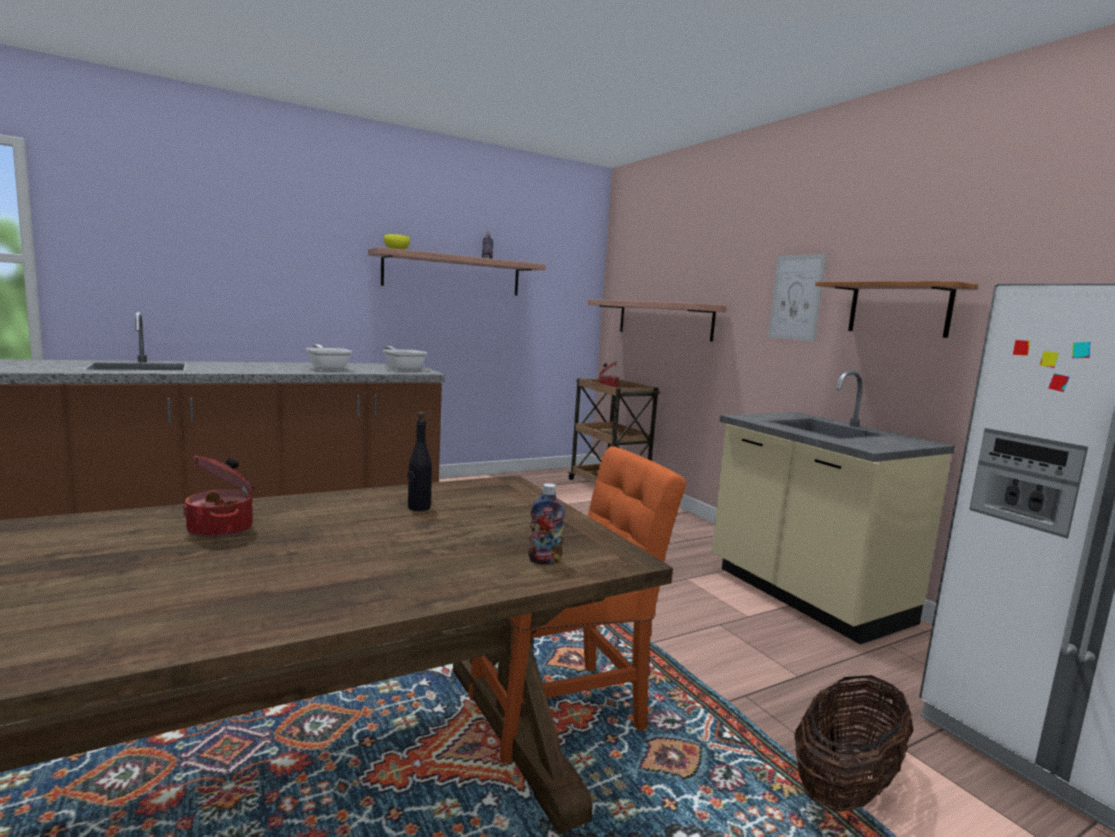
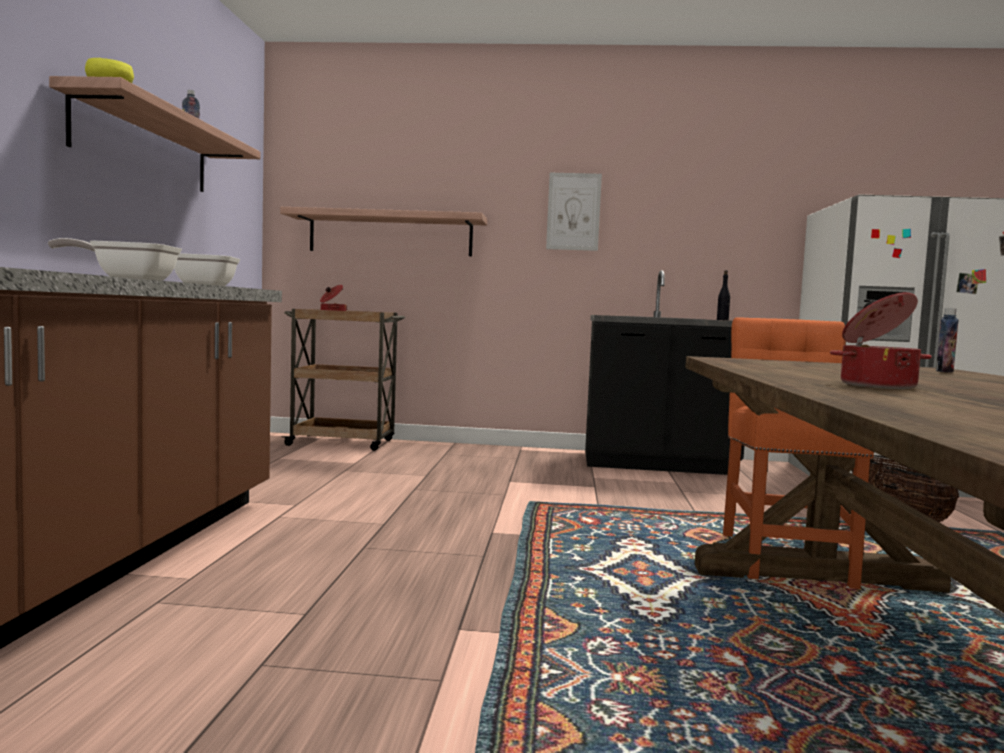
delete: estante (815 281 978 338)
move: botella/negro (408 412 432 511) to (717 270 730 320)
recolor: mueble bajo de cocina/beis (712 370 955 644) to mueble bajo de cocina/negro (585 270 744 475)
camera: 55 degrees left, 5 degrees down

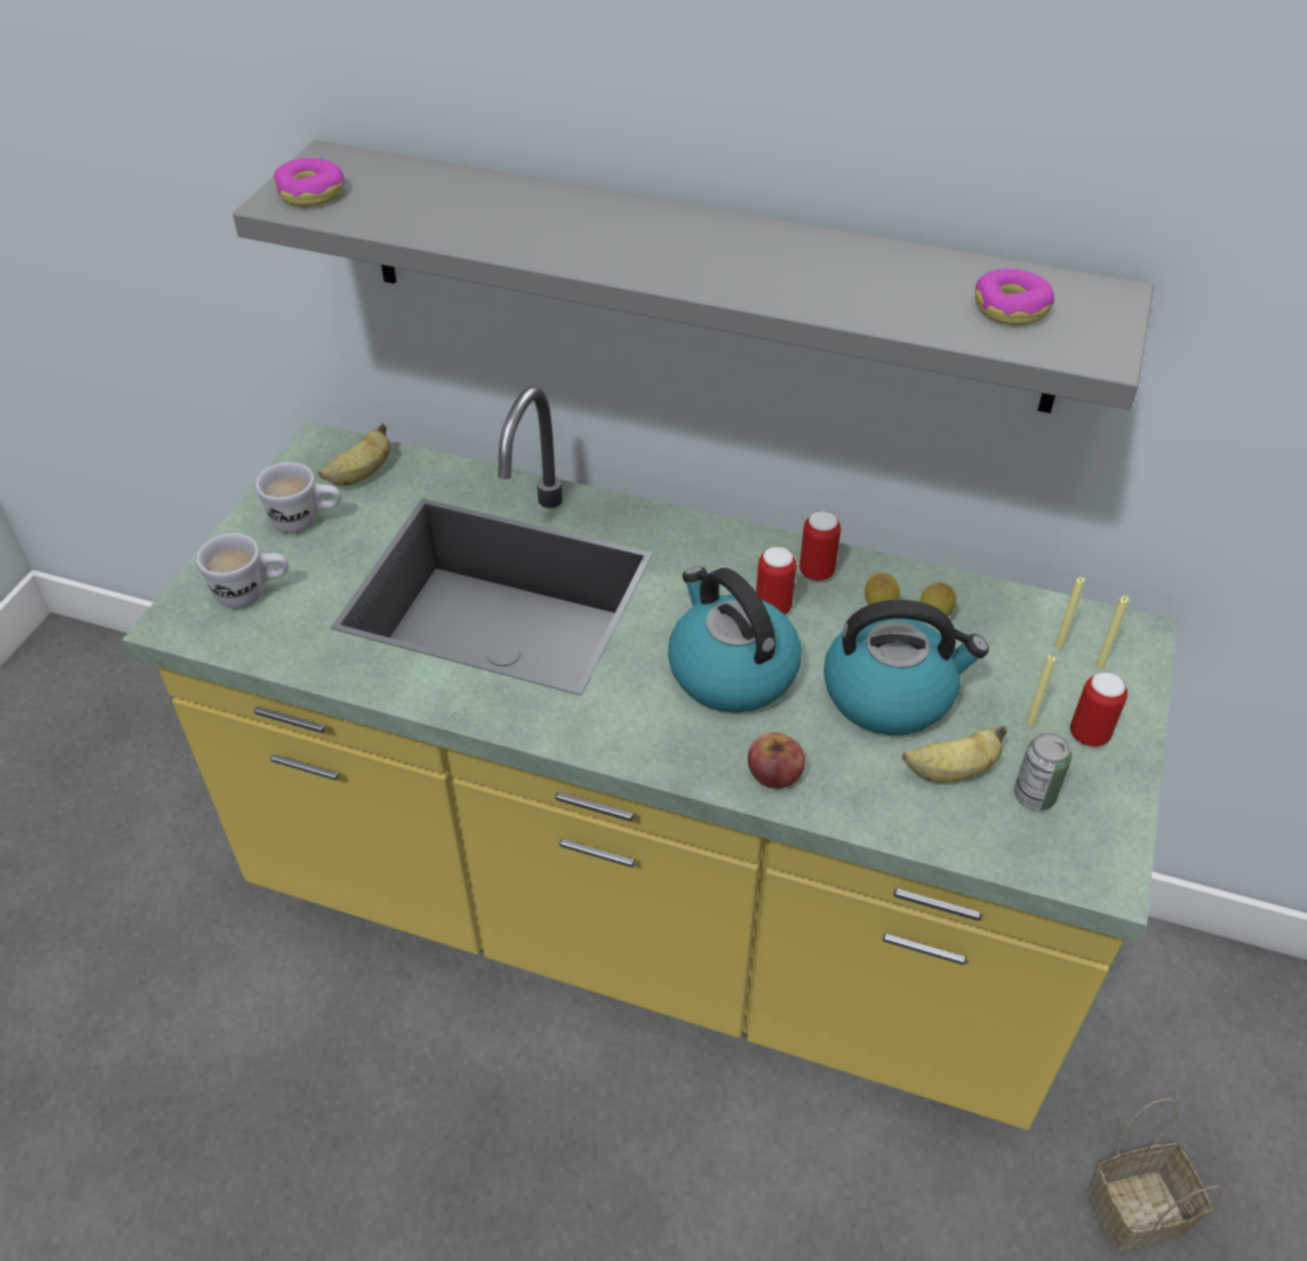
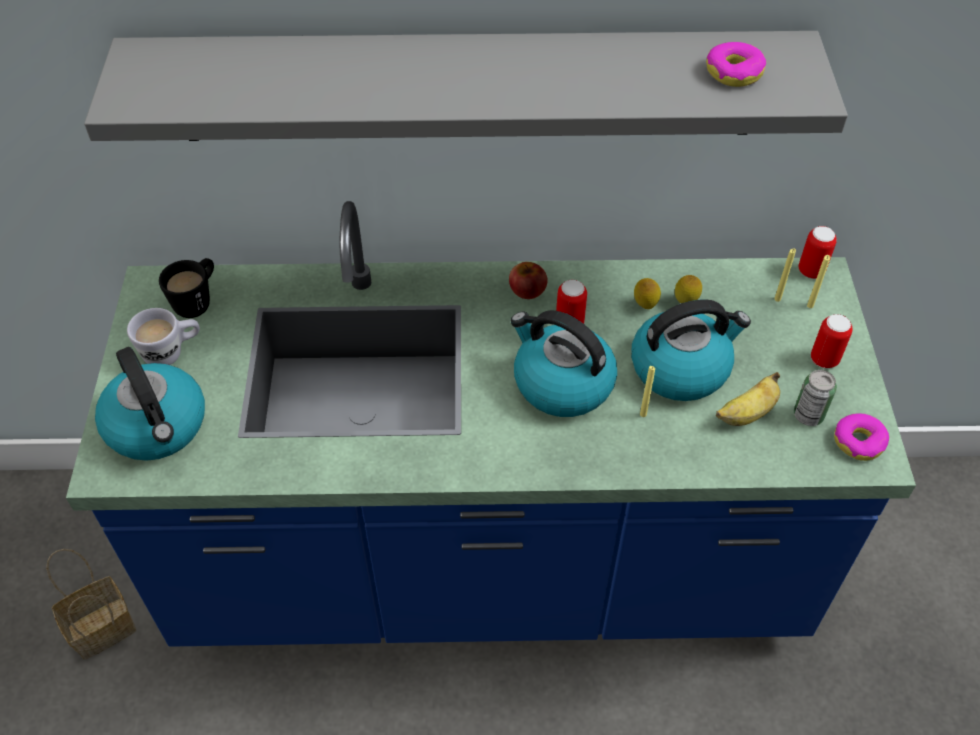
move: rosquilla (273 158 344 206) to (834 413 889 461); manzana (748 732 805 789) to (509 262 548 299); lata (799 511 841 581) to (798 226 837 279); vela/amarillo (1026 655 1056 727) to (640 366 655 417); cesta (1087 1098 1222 1253) to (46 549 136 660)
replace: taza grande/blanco (196 533 288 609) to hervidor (95 347 205 461); plátano (318 423 390 486) to taza grande/negro (159 258 214 318)
recolor: mueble bajo de cocina/amarillo (122 386 1177 1130) to mueble bajo de cocina/azul (66 201 916 647)
camera: 20 degrees left, 5 degrees up

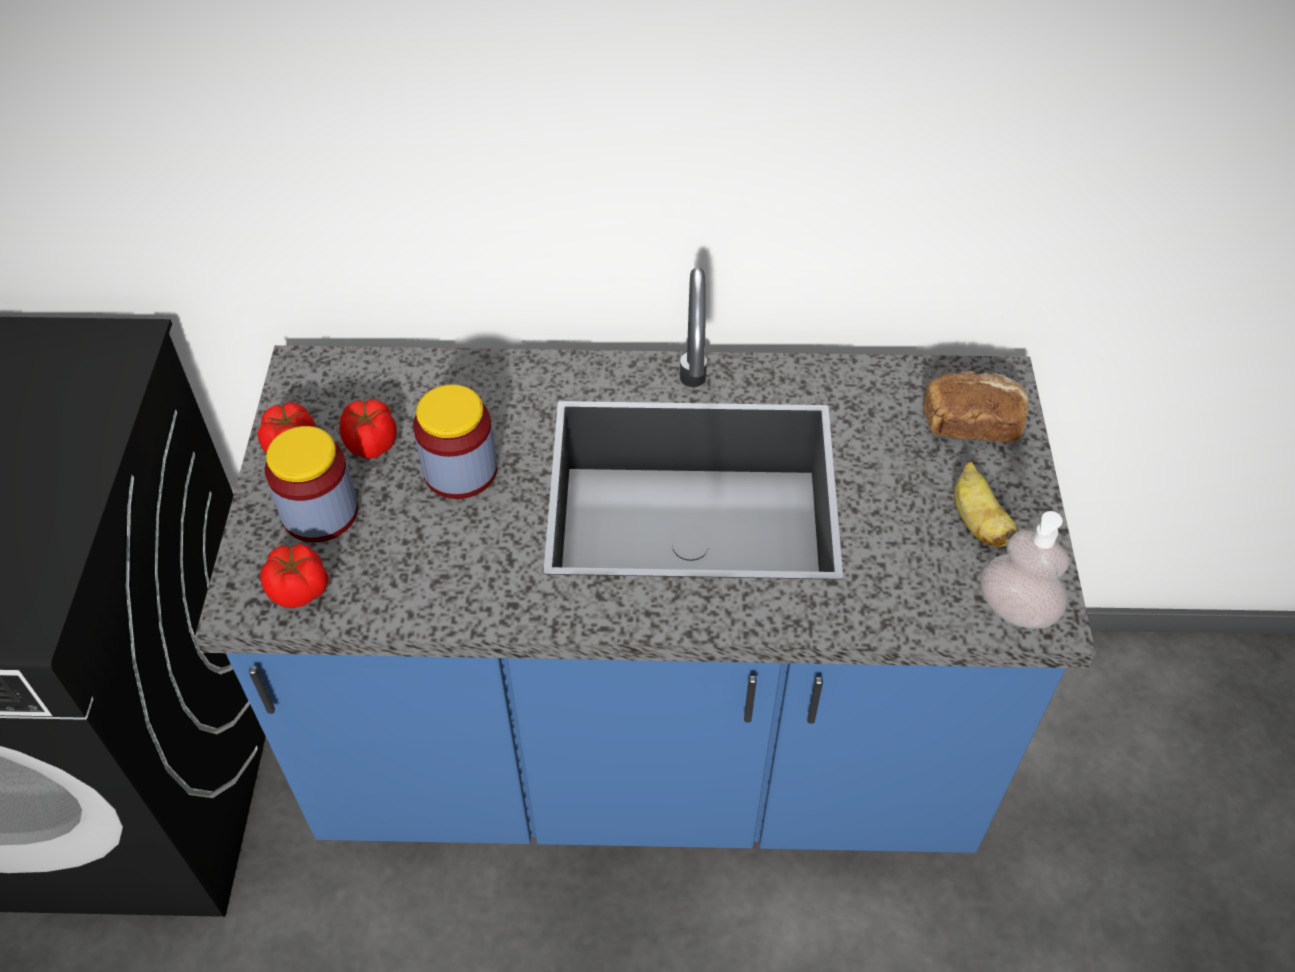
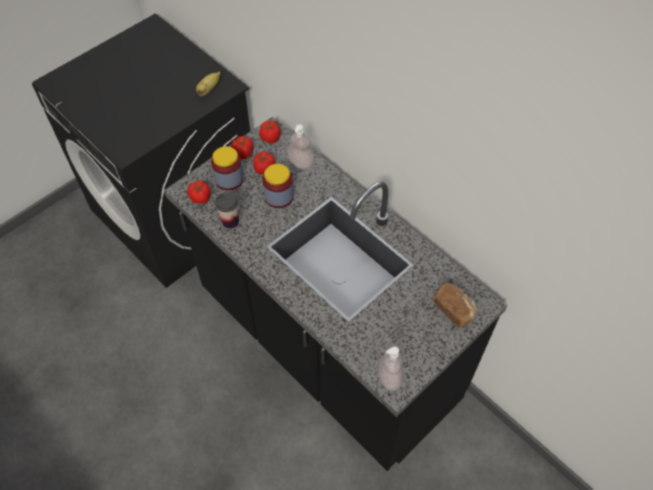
insert: taza (215 192 239 229); tomate (259 121 280 143); dispensador de jabón (287 124 315 169)
move: plátano (954 462 1019 547) to (196 72 221 97)
recolor: mueble bajo de cocina/azul (195 268 1096 853) to mueble bajo de cocina/negro (164 117 508 471)
camera: 45 degrees right, 5 degrees up

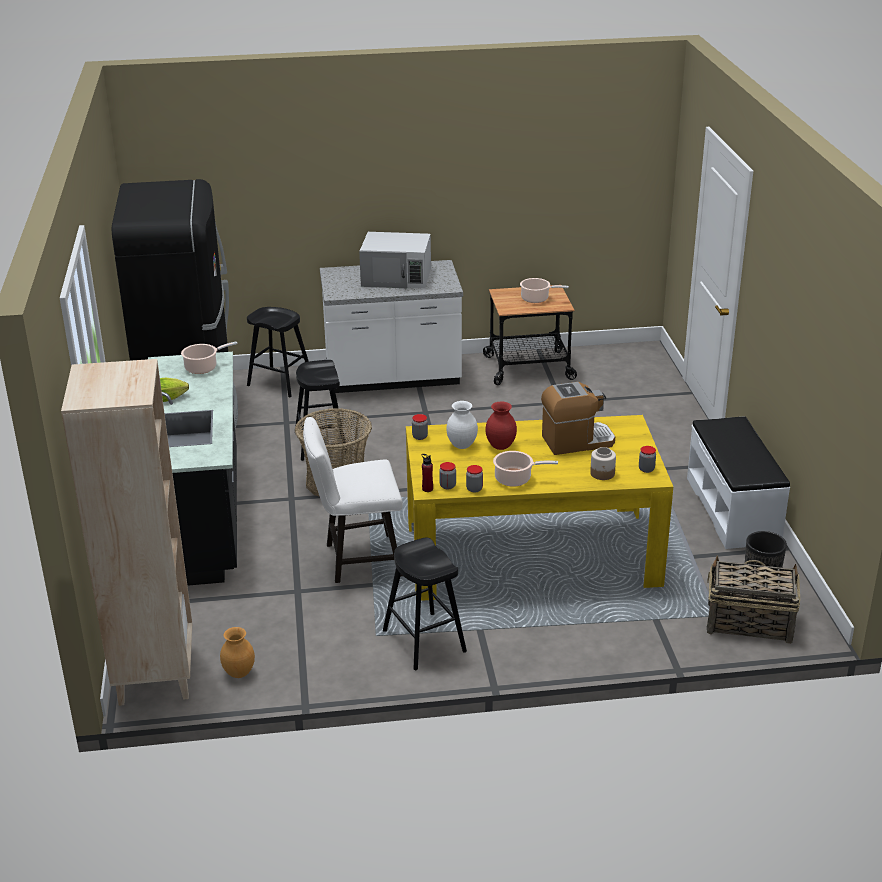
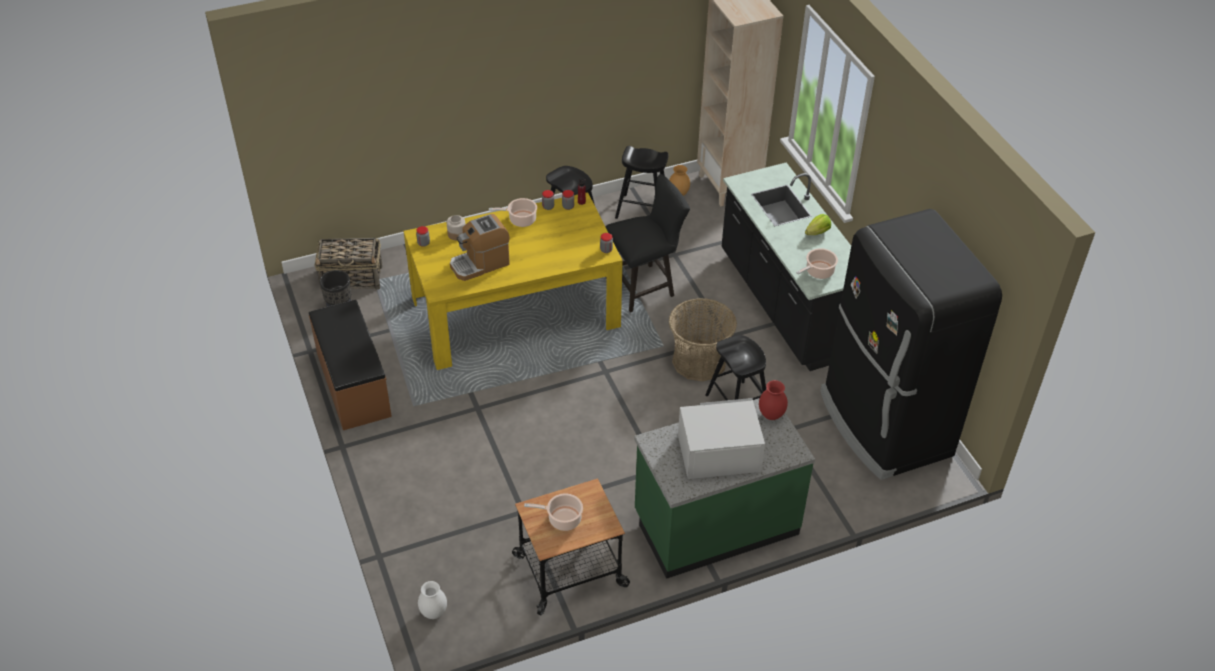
move: taburete/negro (247 307 309 397) to (615 146 668 219); florero/blanco (446 401 478 449) to (418 581 447 619); florero/rojo (486 402 517 450) to (759 380 788 420)
recolor: silla/blanco (303 417 403 583) to silla/negro (606 174 690 313); mueble bajo de cocina/blanco (320 260 463 393) to mueble bajo de cocina/verde (634 398 815 579); banco/blanco (687 417 790 549) to banco/marrón (309 300 392 430)
camera: 165 degrees right, 15 degrees up

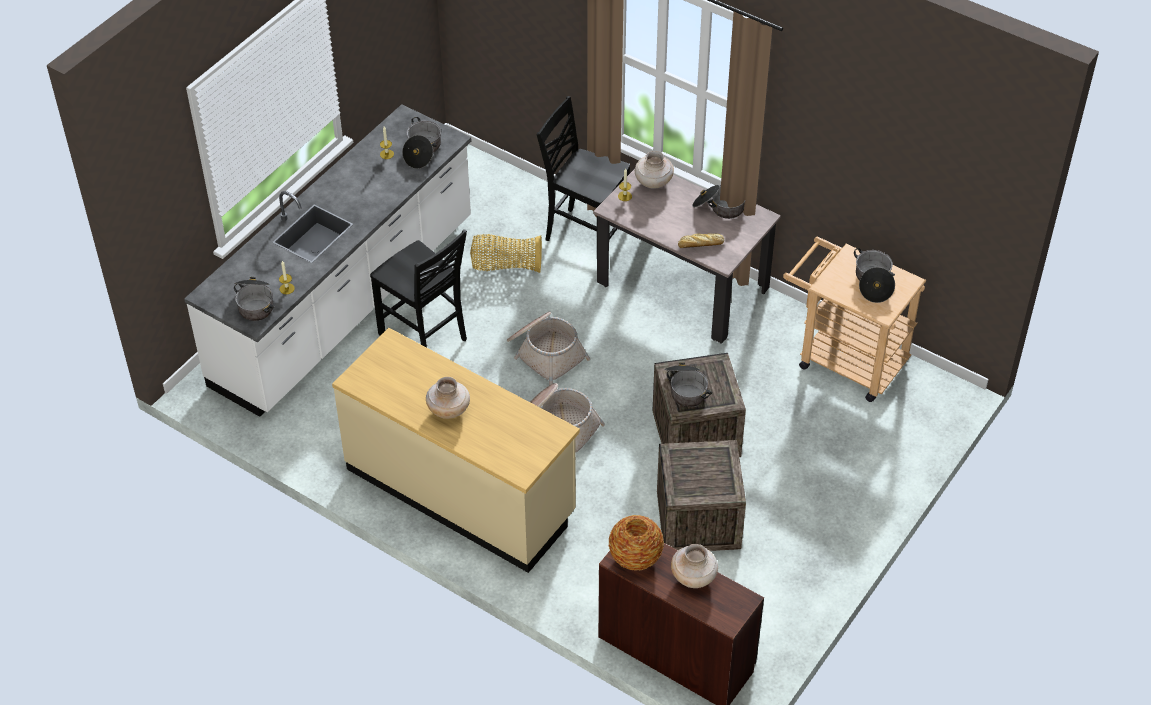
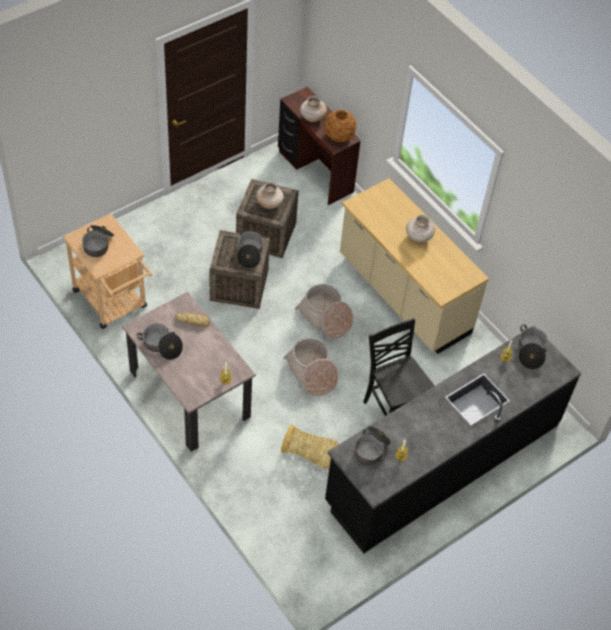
delete: silla/negro (537 96 630 241)
move: florero/beis (635 151 674 189) to (256 182 284 209)
recolor: mueble bajo de cocina/blanco (184 104 472 417) to mueble bajo de cocina/negro (325 326 581 553)
camera: 165 degrees left, 5 degrees up

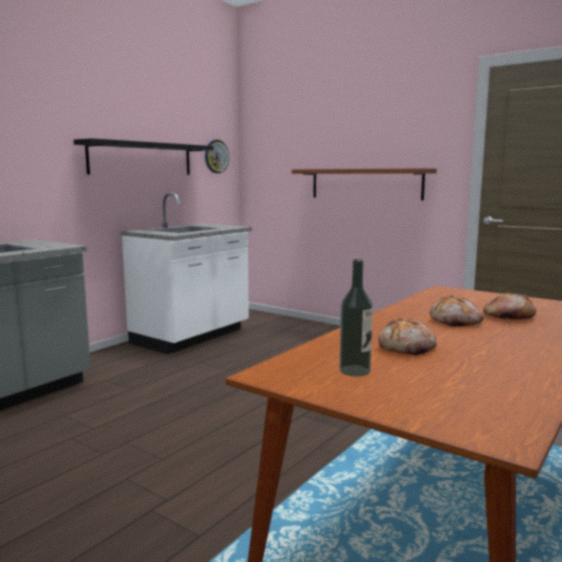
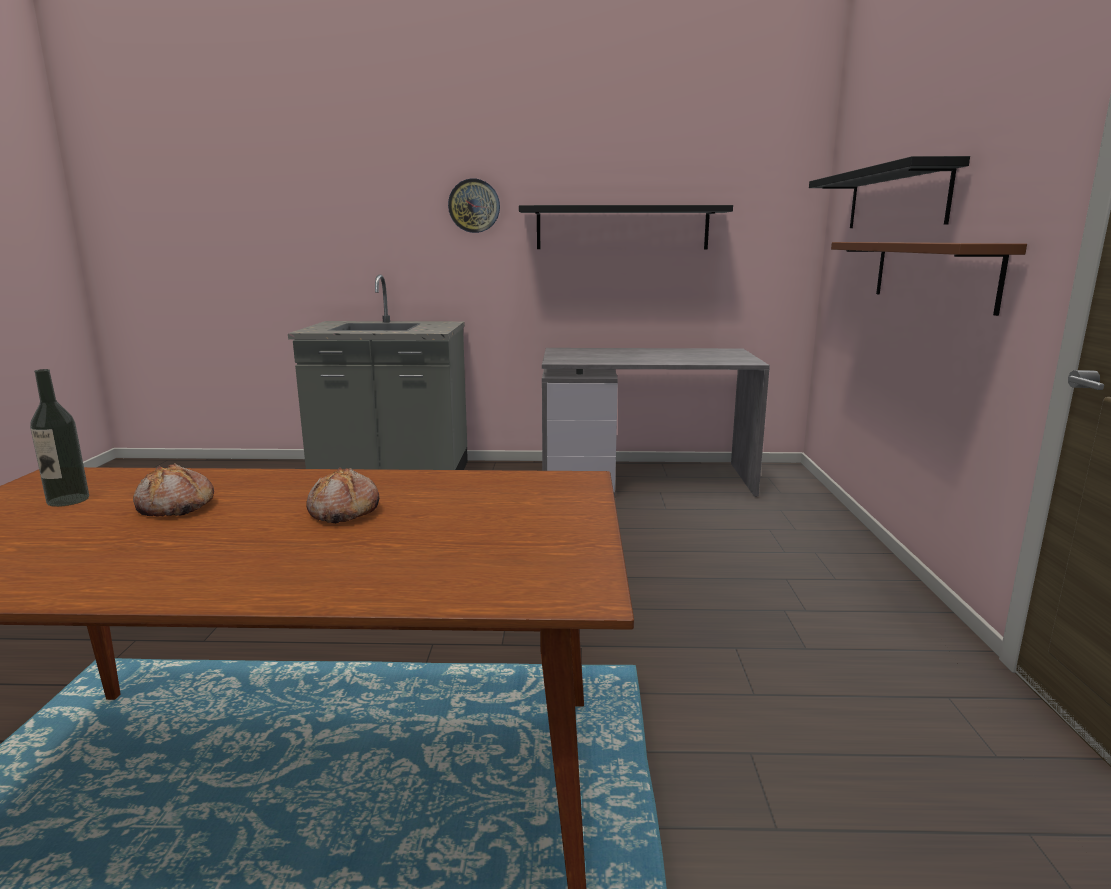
delete: pan (483 293 536 319)
insert: estante/negro (809 156 970 228)
move: reloj de pared (205 140 229 173) to (448 179 500 233)
replace: mueble bajo de cocina/blanco (121 193 252 354) to escritorio/gris (542 348 770 497)
camera: 55 degrees right, 5 degrees up

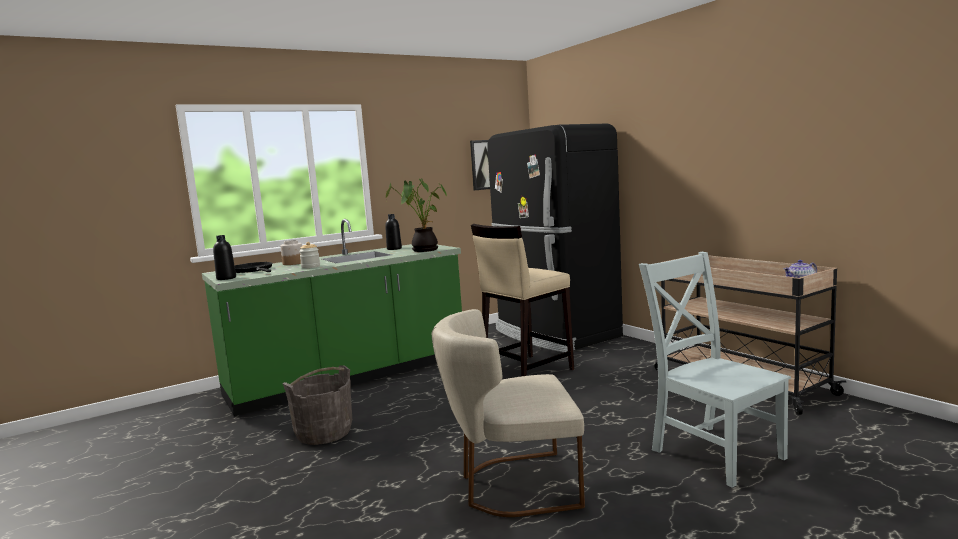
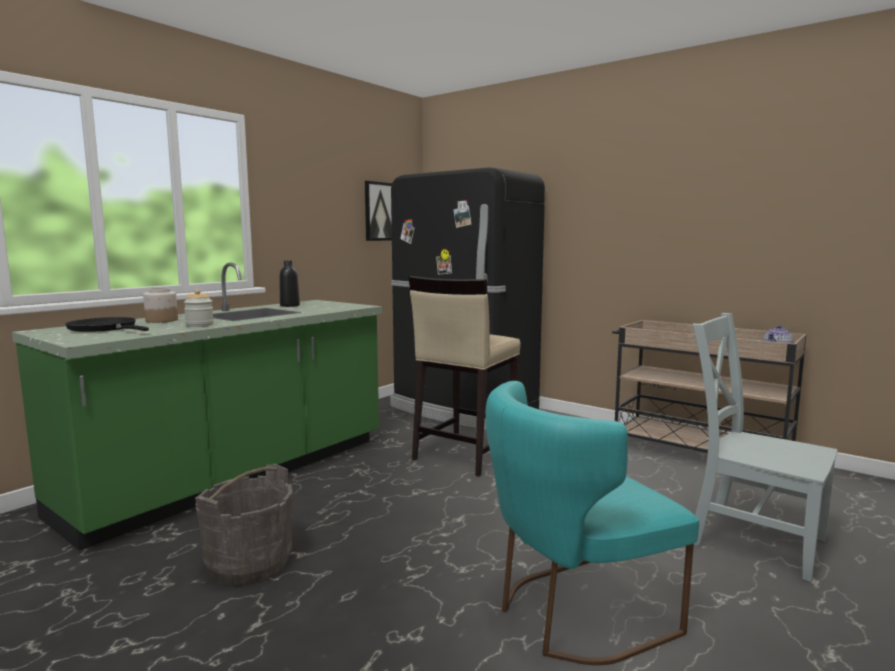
delete: botella/negro (213 235 236 280); planta en maceta (386 178 447 252)
recolor: silla/beis (432 309 585 517) to silla/turquesa (485 381 699 665)
camera: 20 degrees left, 0 degrees up

